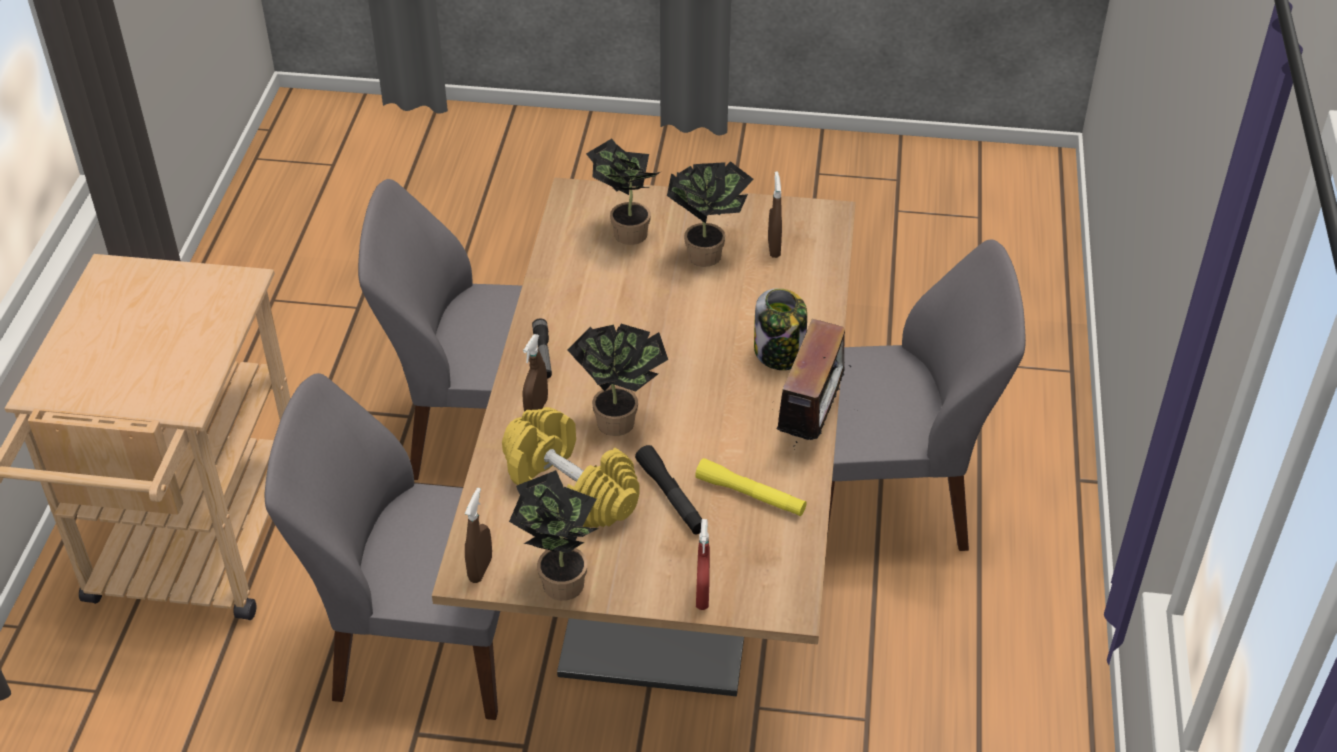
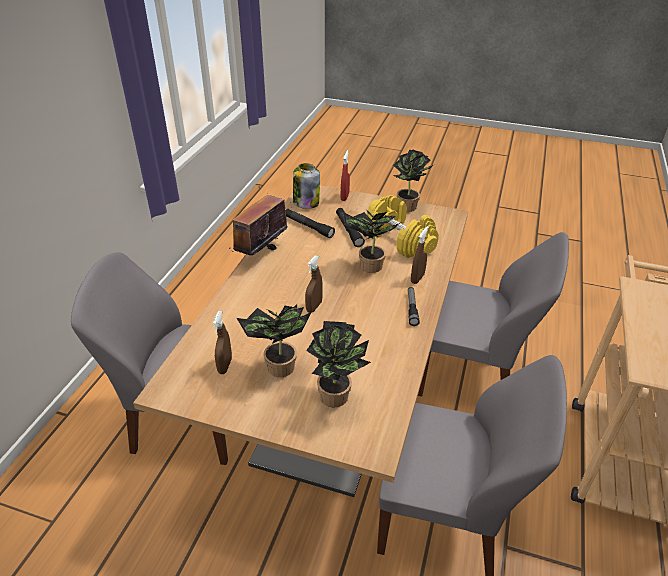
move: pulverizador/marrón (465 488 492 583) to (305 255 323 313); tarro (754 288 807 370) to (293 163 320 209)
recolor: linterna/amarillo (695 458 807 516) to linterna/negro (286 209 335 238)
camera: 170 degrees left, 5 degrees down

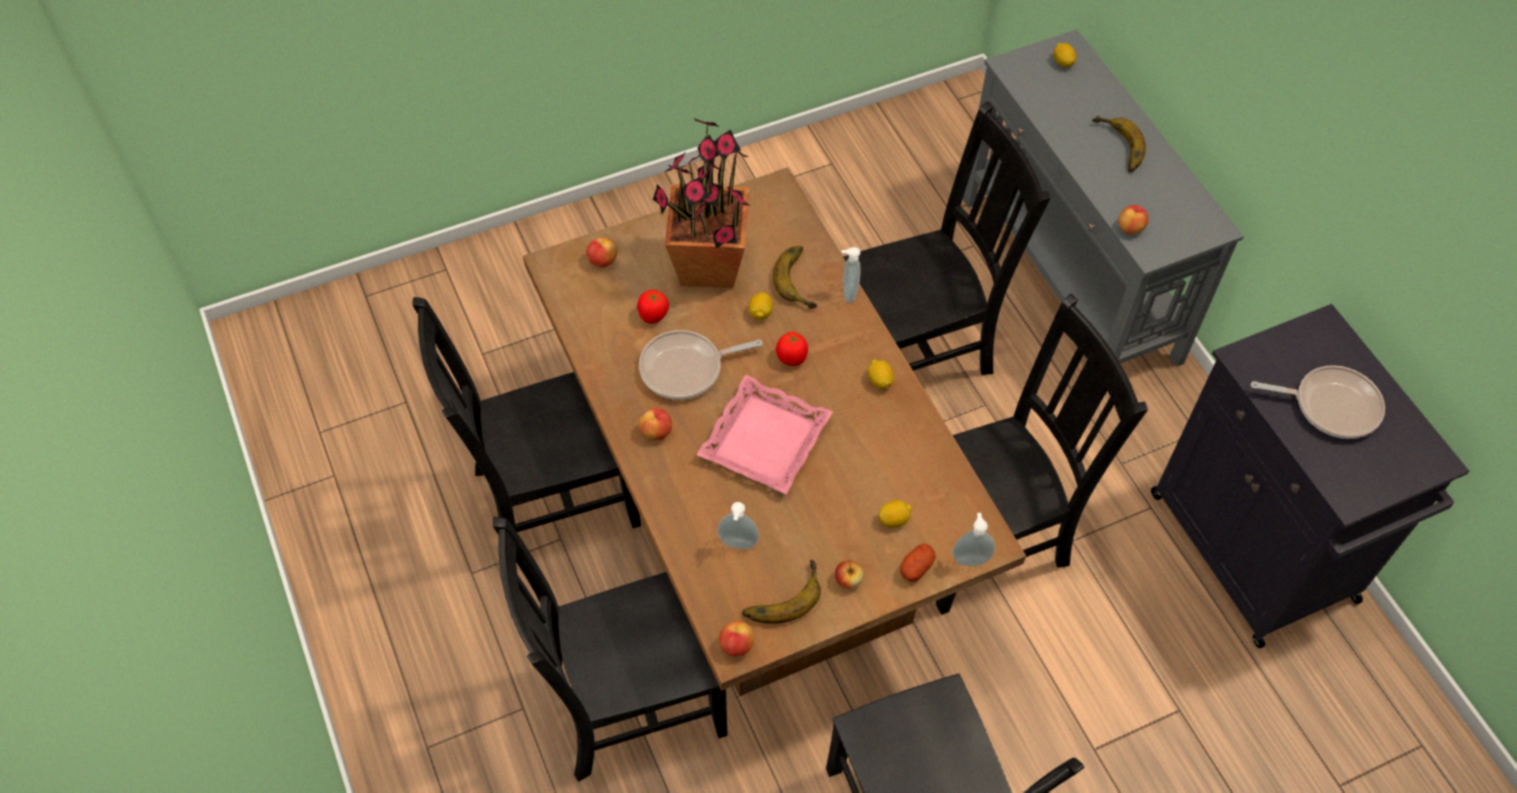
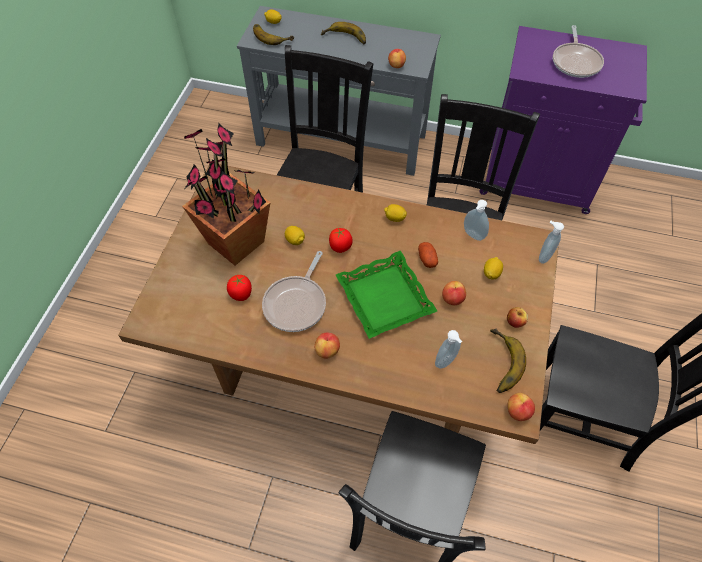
delete: silla/negro (413 297 641 532)
move: manzana (586 238 618 267) to (442 281 466 305); plátano (773 246 817 309) to (253 24 294 45); dispensador de jabón (841 247 861 303) to (464 200 489 241); patata (900 543 936 582) to (418 242 438 268)
recolor: bandeja/rosa (696 375 833 494) to bandeja/verde (336 251 437 339); armario/negro (1151 304 1469 648) to armario/morado (479 26 647 214)
rotate: sartén (1251 365 1385 439) = (553 25 604 78) 135 degrees clockwise
camera: 50 degrees left, 0 degrees up

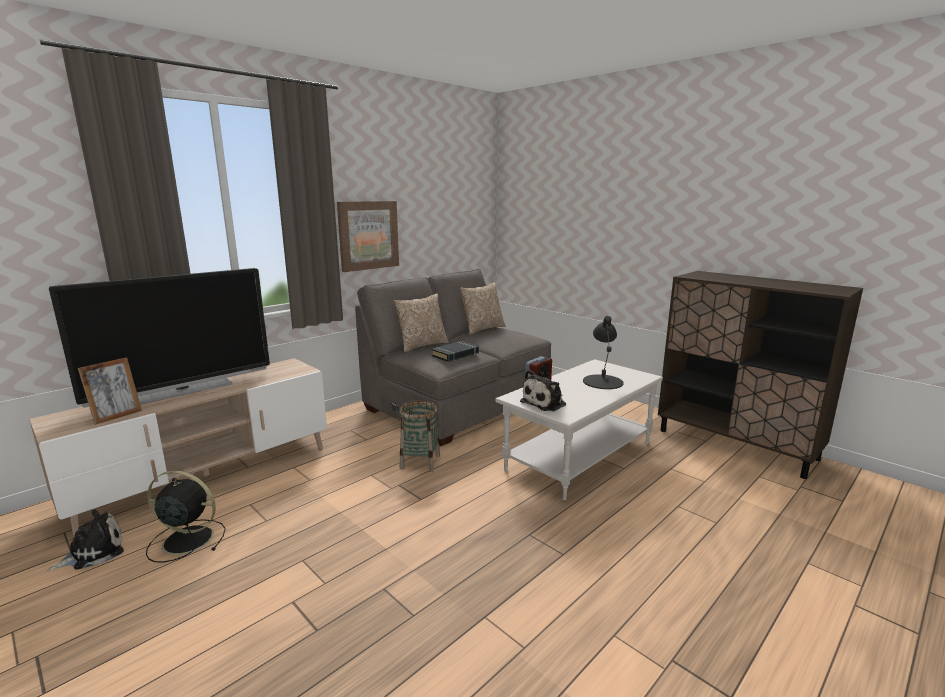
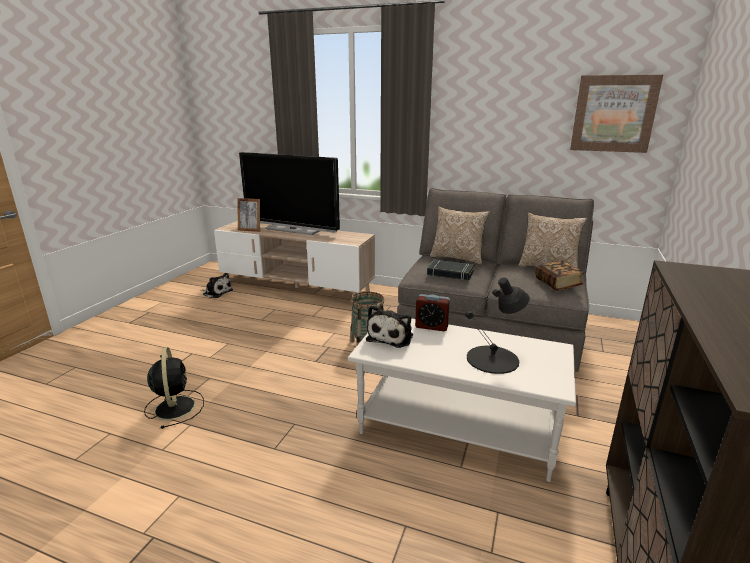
insert: libro (536 261 584 291)
move: ventilador/negro (146 470 226 563) to (144 347 204 429); cuadro (337 201 399 272) to (570 75 663 153)
rotate: peluche (520 370 566 411) = (366 305 413 348) 90 degrees counterclockwise
camera: 65 degrees right, 5 degrees up

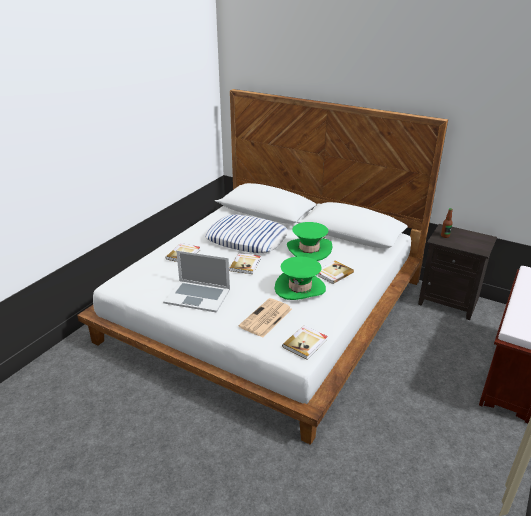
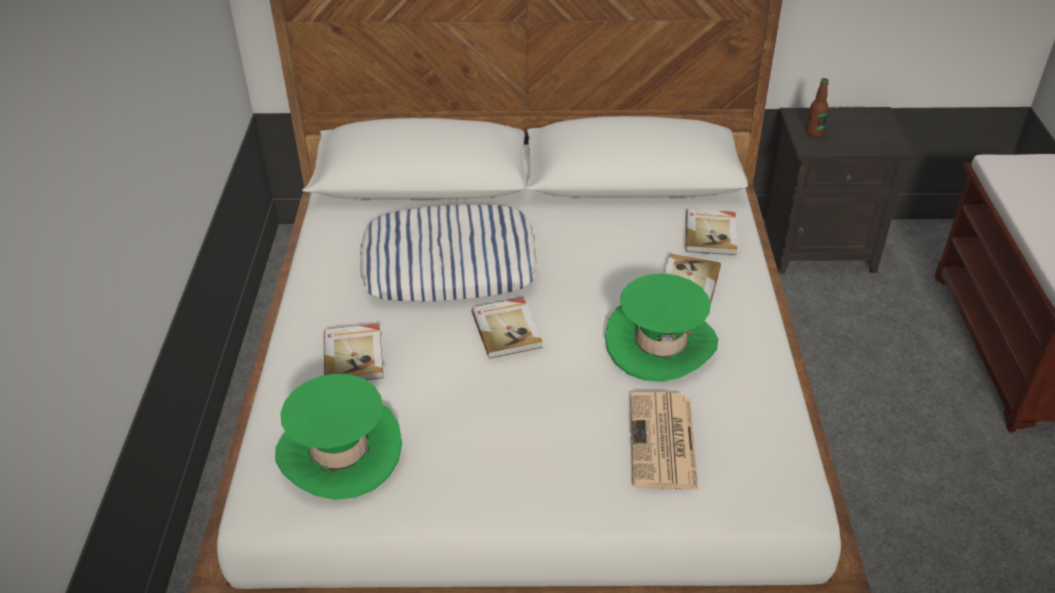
delete: portátil (163 251 230 313)
move: libro (282 325 328 360) to (686 209 737 255); sombrero/verde (287 222 333 261) to (275 374 402 500)
camera: 30 degrees left, 10 degrees up

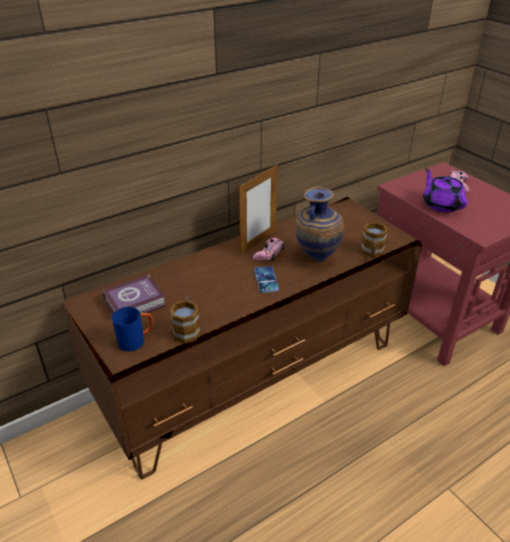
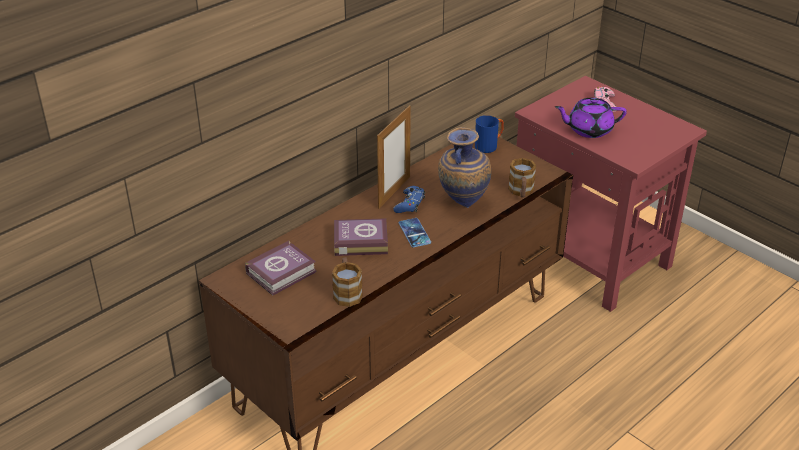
insert: libro (334 218 388 256)
move: taza grande/azul (112 307 153 352) to (475 115 504 153)
recolor: mando de consola/rosa (253 238 284 261) to mando de consola/azul (393 186 425 213)
rotate: tetera/morado (423 169 468 212) = (555 98 627 138) 60 degrees counterclockwise
camera: 10 degrees left, 0 degrees up

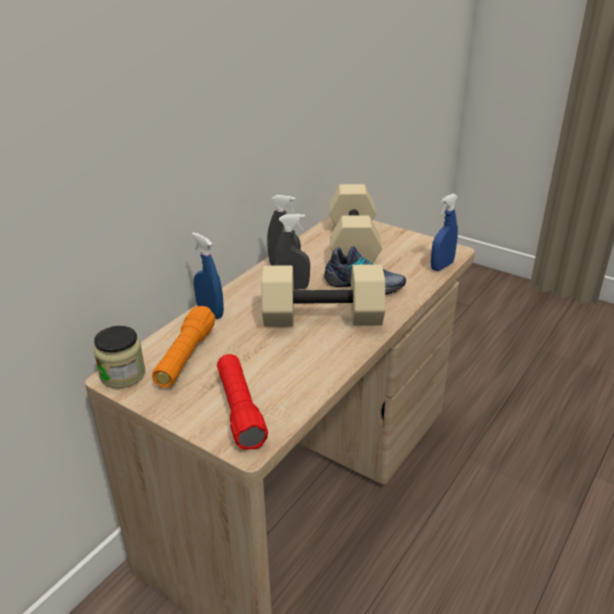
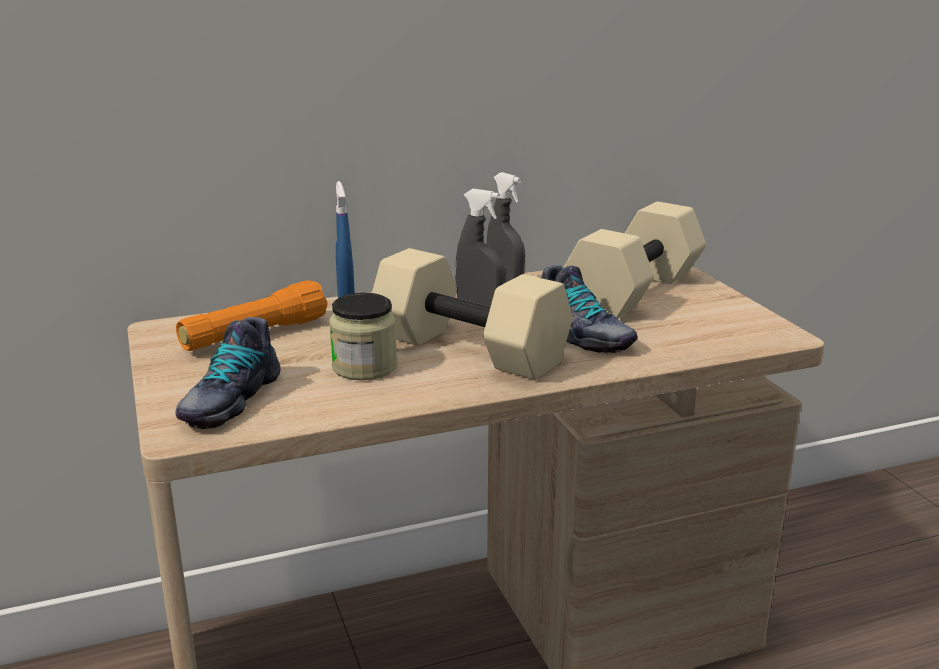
delete: pulverizador/azul (431 194 458 271)
move: tarro (94 326 145 389) to (329 293 397 380)
replace: linterna/rojo (217 354 268 450) to zapato (176 317 281 430)
camera: 35 degrees right, 10 degrees down

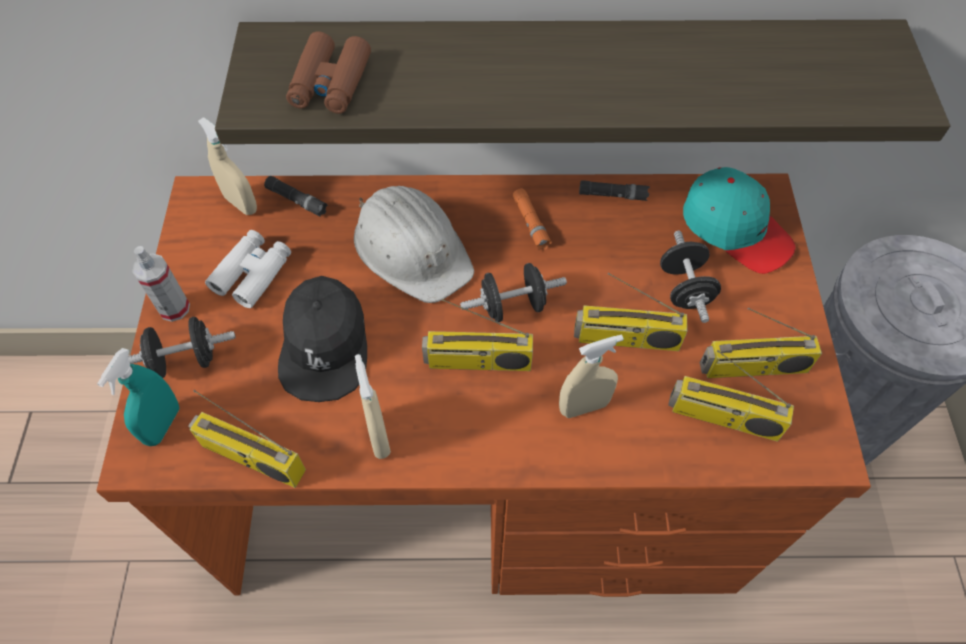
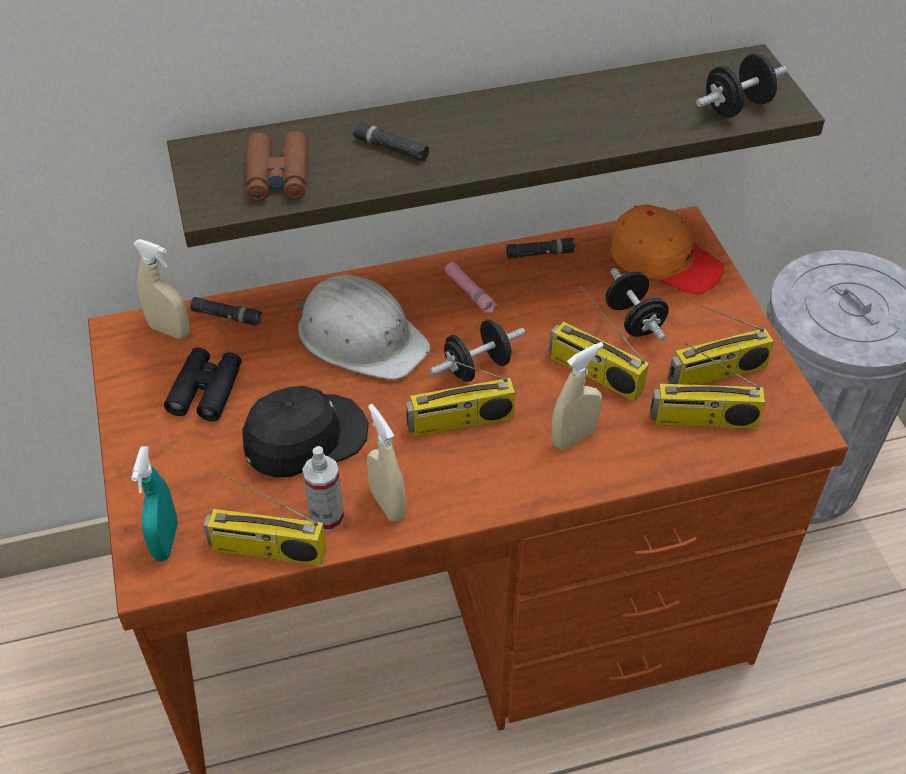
insert: linterna/negro (353 122 429 162)
move: mancuerna/negro (128 317 236 378) to (696 54 787 118); pulverizador (132 246 190 322) to (302 446 344 532)
recolor: prismáticos/blanco (205 230 291 308) to prismáticos/negro (164 347 242 421); linterna/naranja (513 188 552 250) to linterna/rosa (445 262 497 314); gorra/turquesa (683 167 796 274) to gorra/naranja (610 204 724 294)
rotate: gorra/negro (278 276 367 402) = (242 386 369 478) 105 degrees counterclockwise; radio (574 273 688 351) = (549 286 649 401) 45 degrees clockwise
camera: 15 degrees left, 10 degrees down

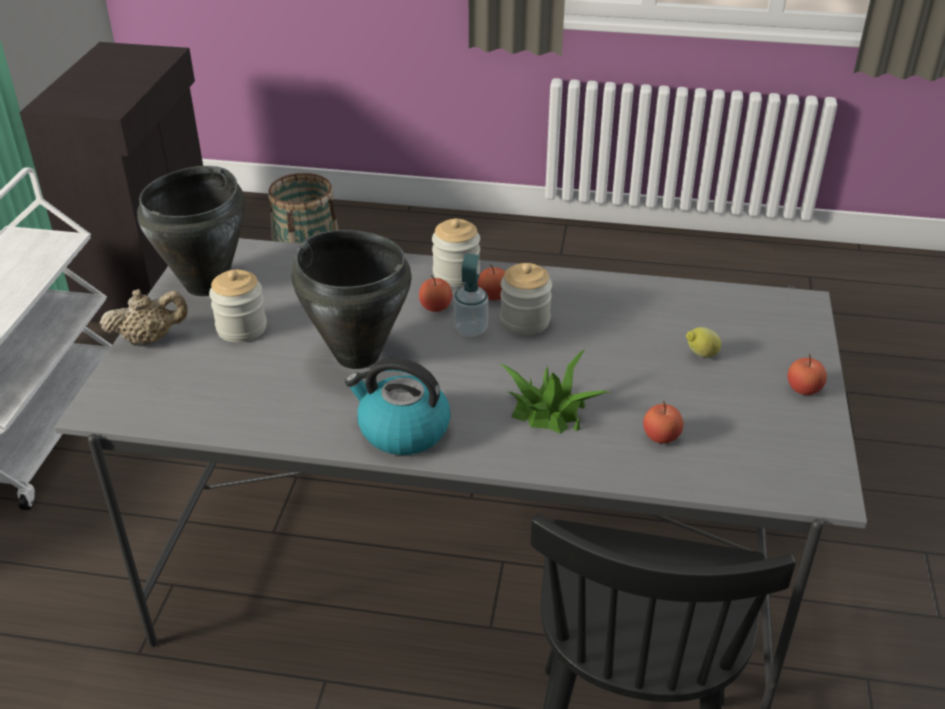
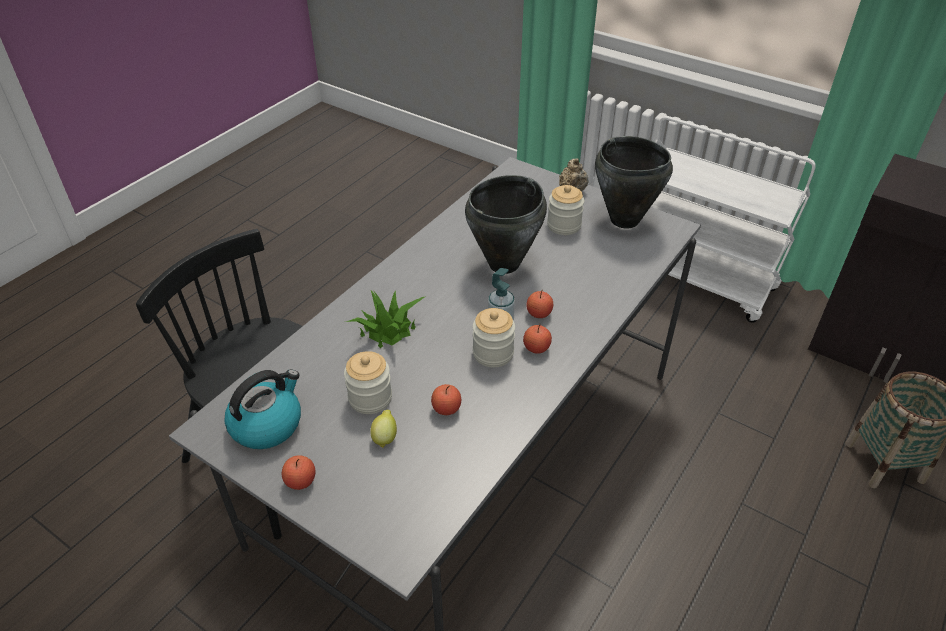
move: hervidor (345 358 451 455) to (224 370 301 449); tarro (432 218 480 287) to (344 351 392 414); manzana (643 401 683 444) to (431 384 461 415)
camera: 115 degrees right, 5 degrees up

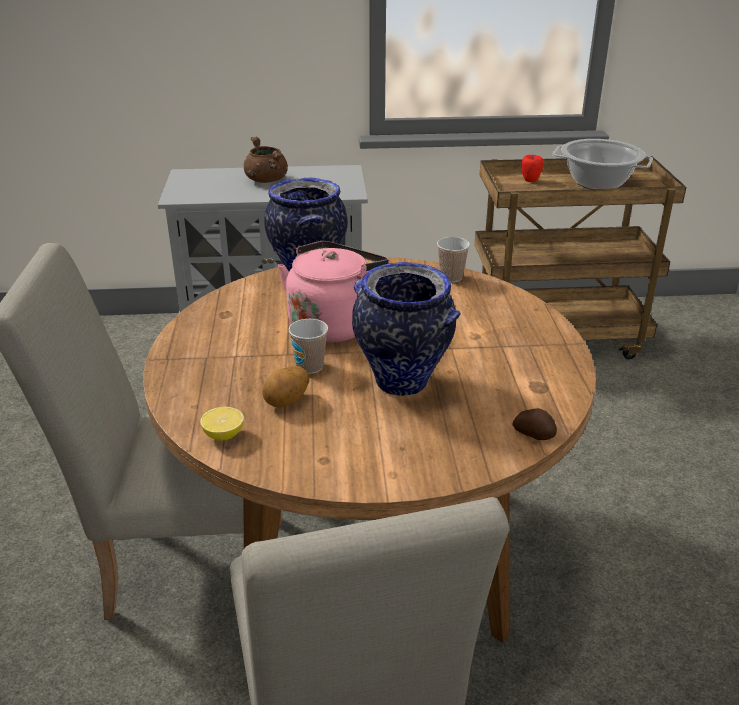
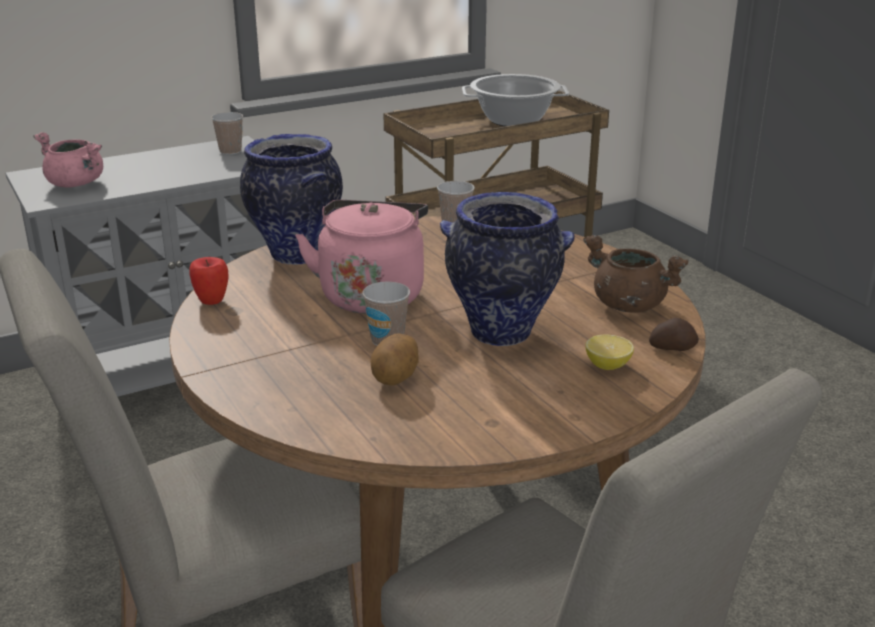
insert: olla/rosa (33 132 103 188); taza (211 112 243 155)
move: limón (200 407 244 441) to (585 335 634 370); olla/marrón (244 137 288 183) to (583 235 689 313); manzana (522 155 543 182) to (189 257 229 305)
camera: 25 degrees left, 5 degrees down

